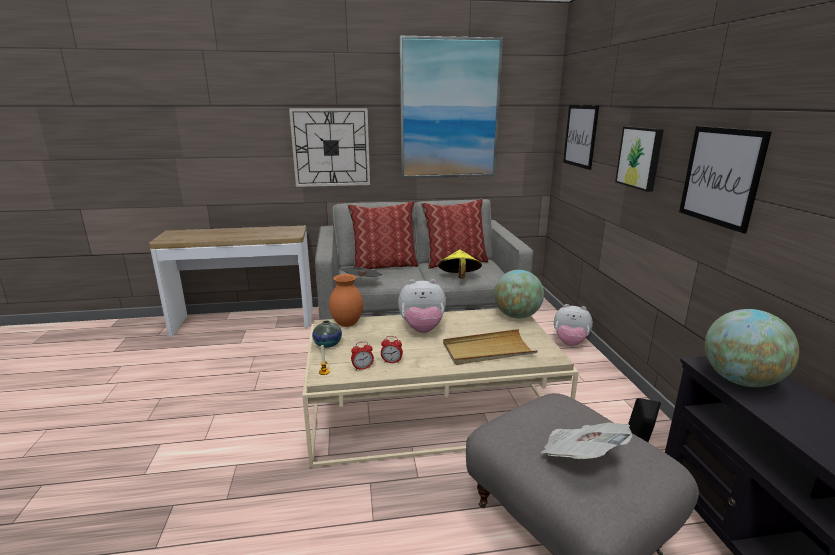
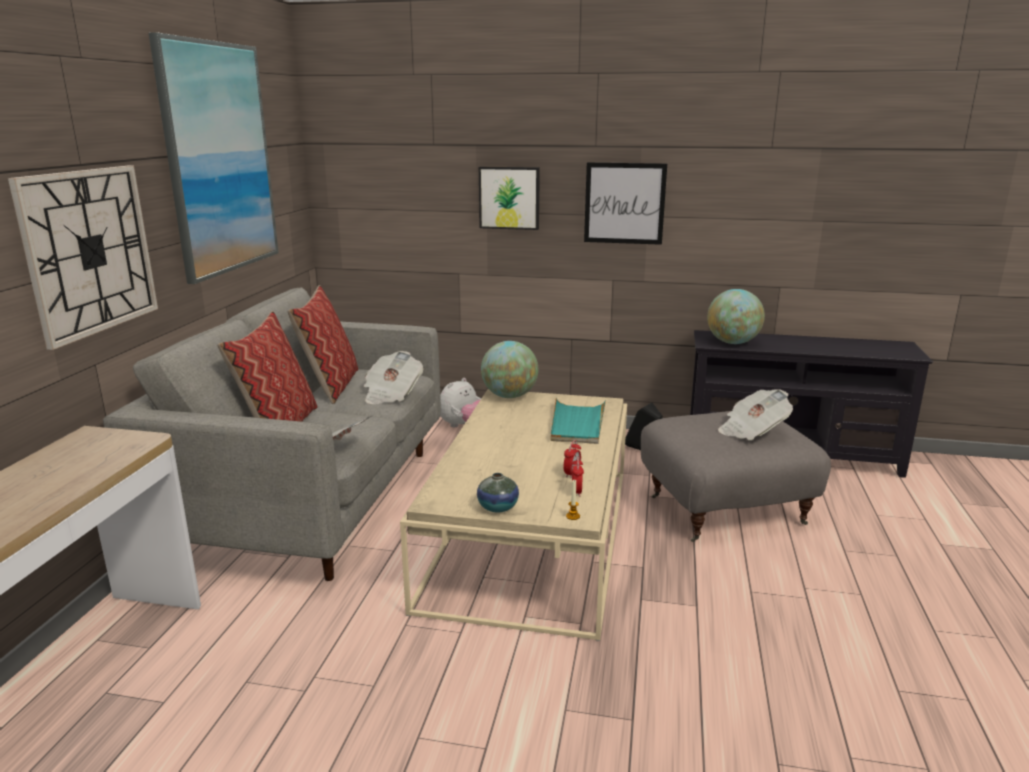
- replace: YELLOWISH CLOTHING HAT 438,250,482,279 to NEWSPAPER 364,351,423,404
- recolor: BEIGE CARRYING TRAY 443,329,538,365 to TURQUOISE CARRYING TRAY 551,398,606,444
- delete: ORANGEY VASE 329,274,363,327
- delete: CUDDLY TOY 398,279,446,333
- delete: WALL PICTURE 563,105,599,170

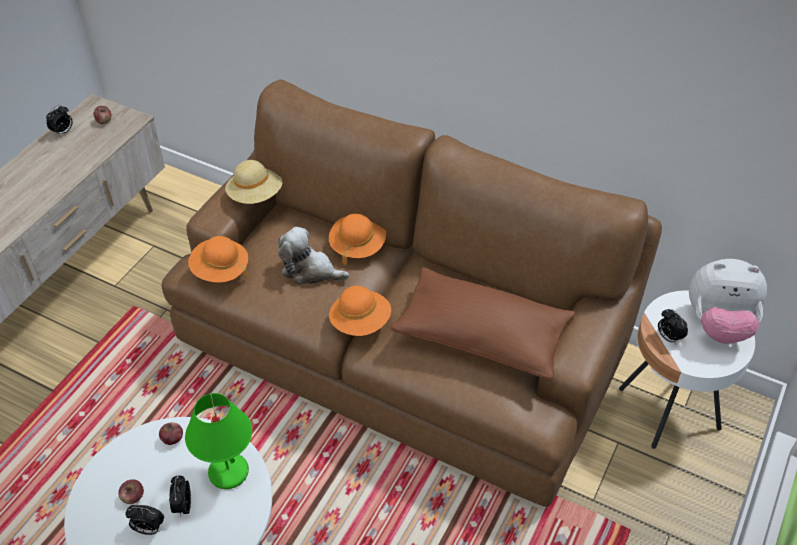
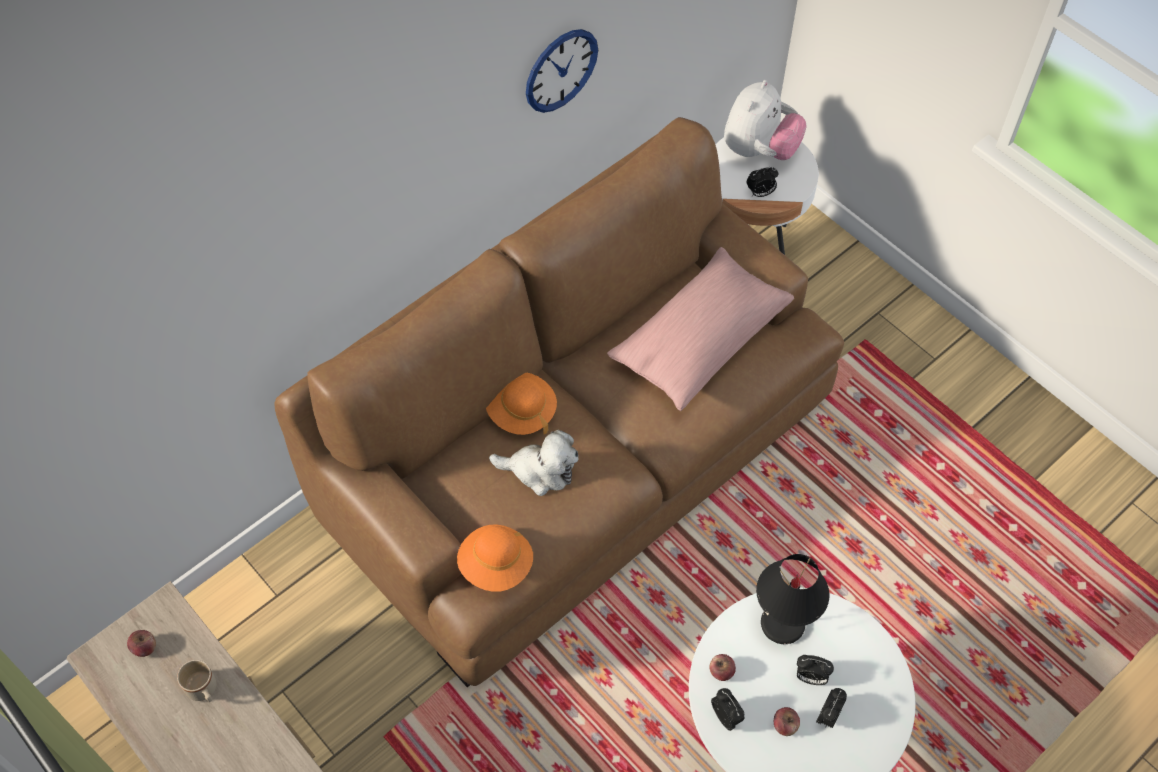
- insert: BEIGE COFFEE MUG 177,660,217,702
- rotate: CUDDLY TOY 278,227,349,285 = 489,430,578,496 120 degrees counterclockwise
- insert: WALL CLOCK 526,29,598,113
- recolor: BROWN THROW PILLOW 390,267,575,381 to PINK THROW PILLOW 607,247,794,411
- move: BEDSIDE CLOCK 46,105,73,137 to 711,688,745,731
- recolor: GREEN-COLOURED TABLE LAMP 185,393,252,489 to BLACKISH TABLE LAMP 756,554,829,644
- delete: BEIGE CLOTHING HAT 225,160,283,204
- delete: ORANGEY CLOTHING HAT 329,286,391,336

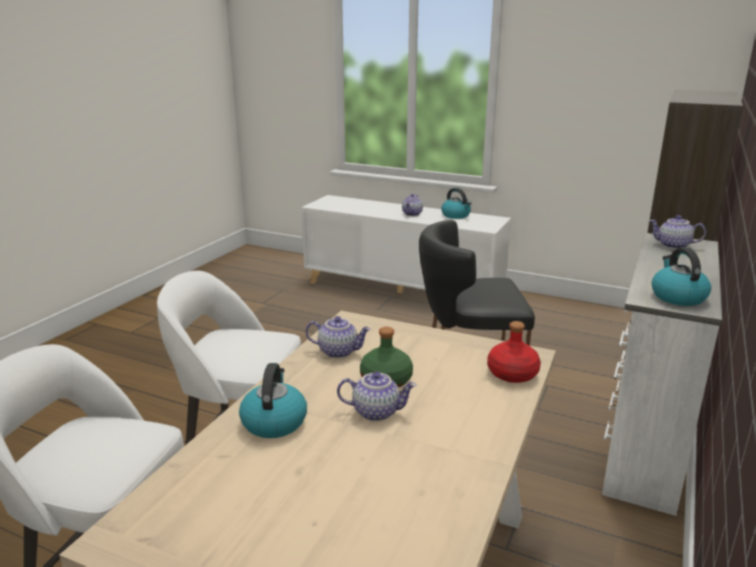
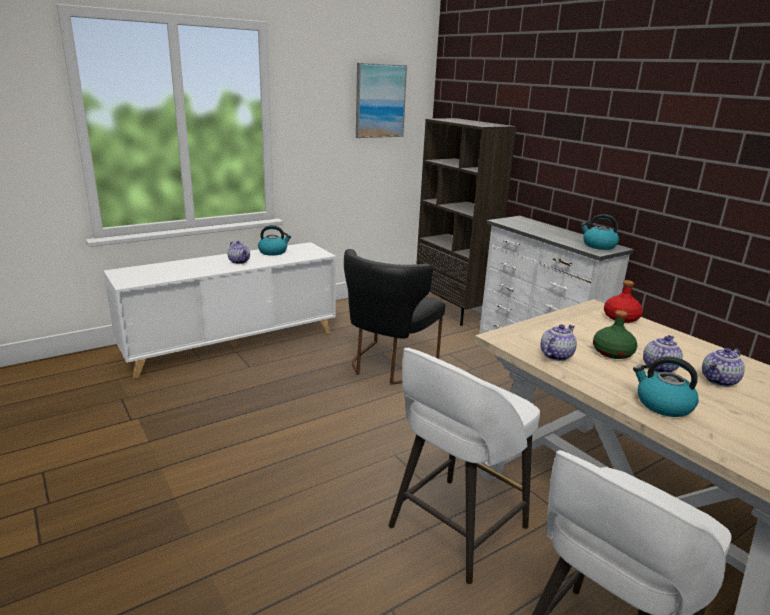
- insert: WALL PICTURE 356,63,407,138
- move: POT FOR TEA 649,215,706,249 to 702,348,745,387

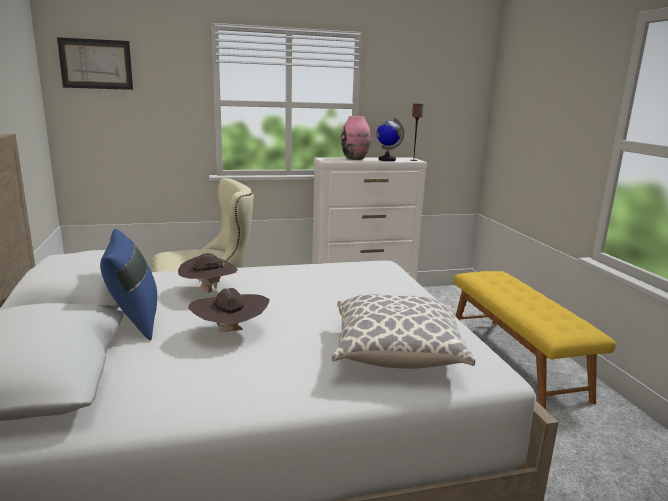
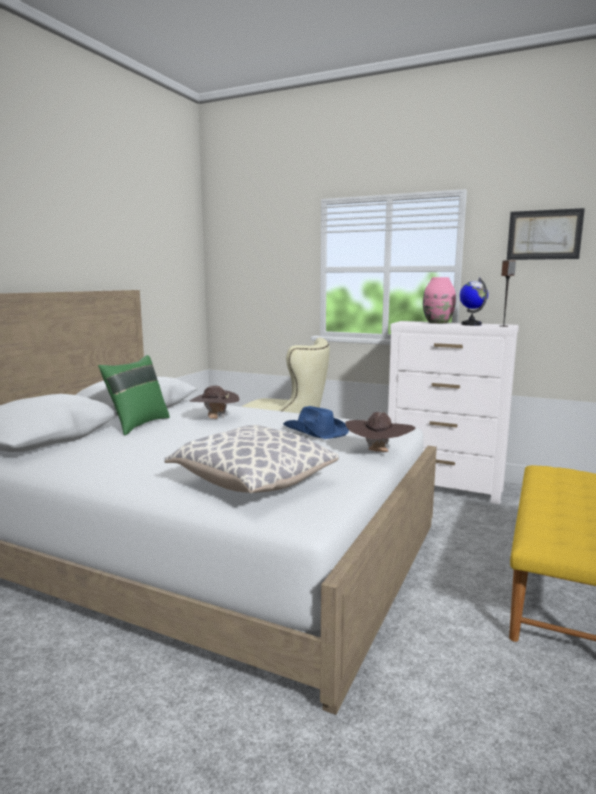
- recolor: BLUE THROW PILLOW 100,229,157,340 to GREEN-COLOURED THROW PILLOW 98,355,170,435
- insert: BLUE CLOTHING HAT 283,406,349,439
- move: BROWN CLOTHING HAT 188,288,269,333 to 345,412,416,452
- move: WALL PICTURE 57,37,133,90 to 507,208,585,260

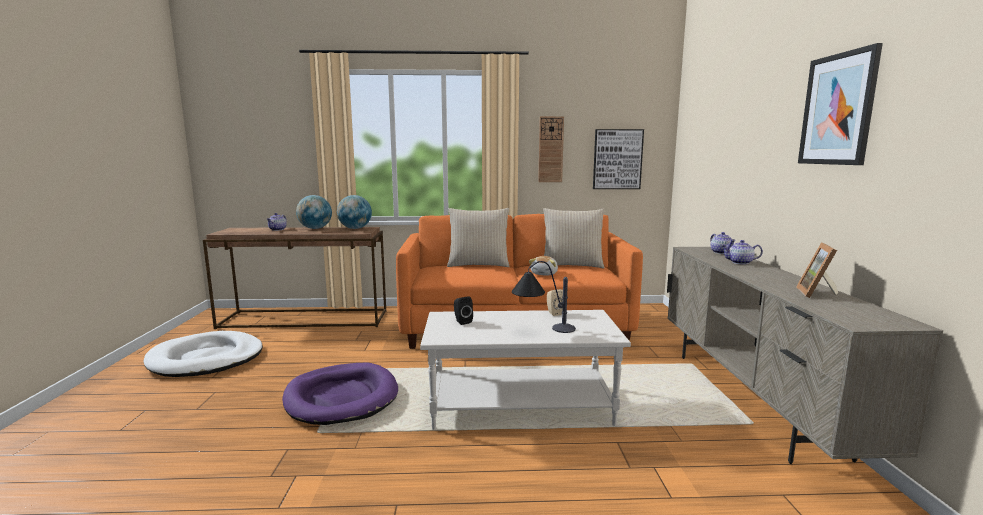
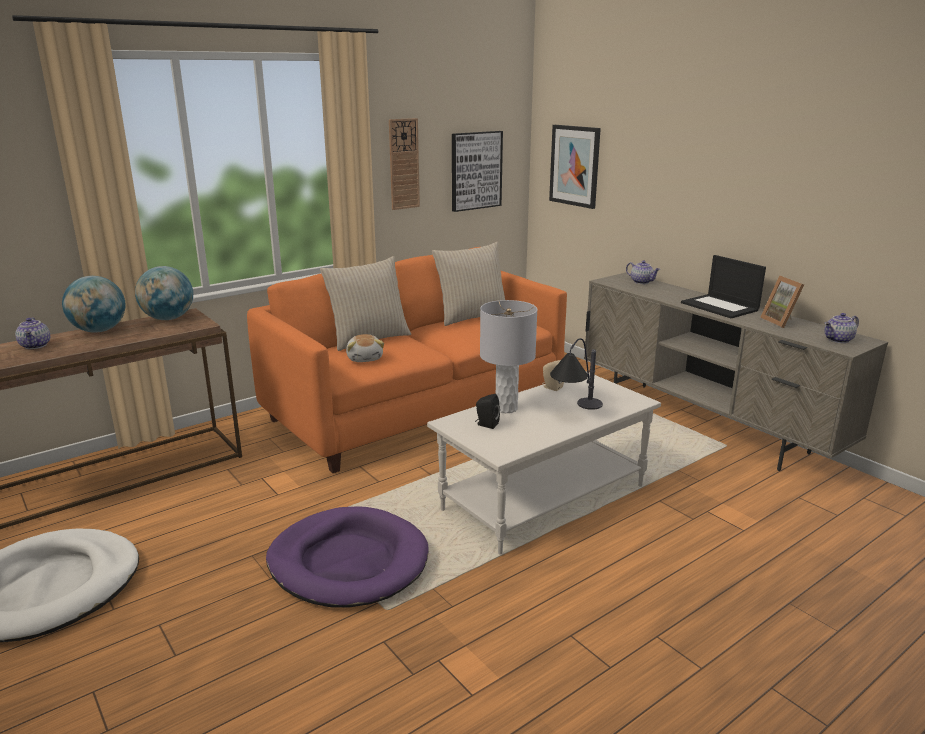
- move: CUDDLY TOY 529,256,558,276 to 346,334,384,362
- insert: GREYISH TABLE LAMP 480,300,538,413
- move: WALL PICTURE 798,43,883,165 to 549,125,601,209
- insert: LAPTOP 681,255,766,318
- move: POT FOR TEA 721,240,763,264 to 824,313,859,343

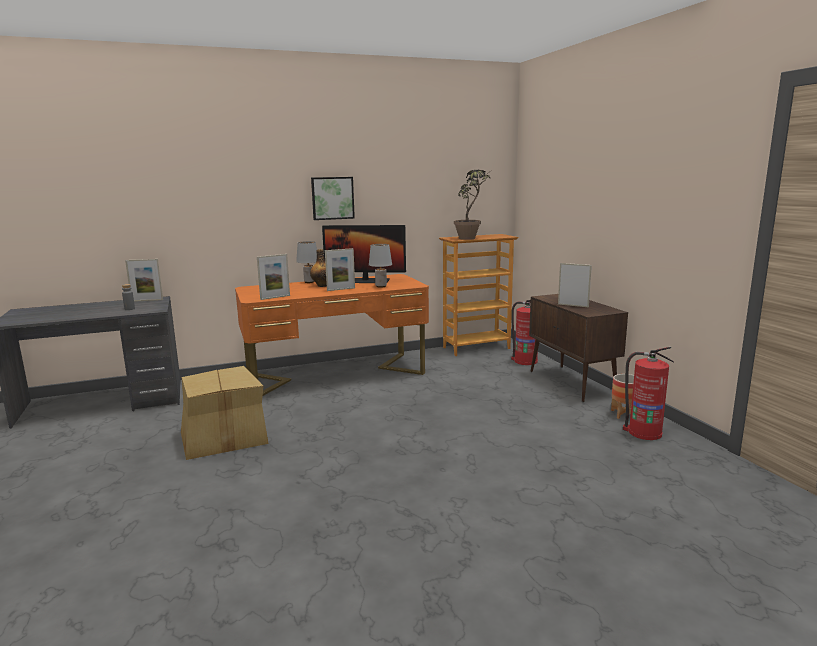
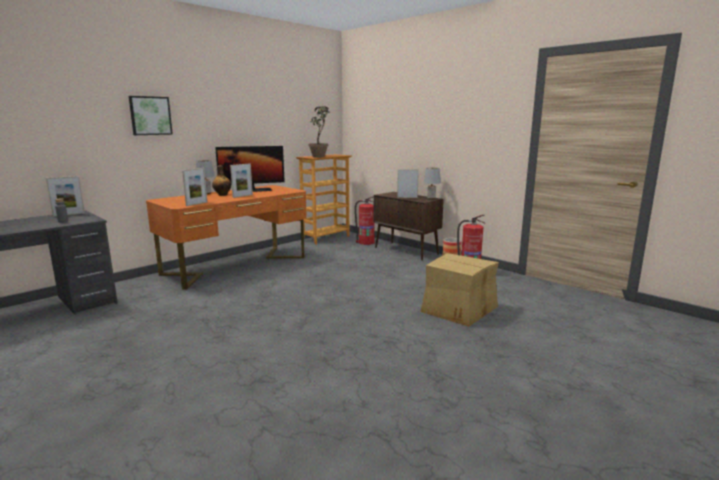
- move: WALL PICTURE 311,177,355,220 to 129,96,173,135
- move: PACKING BOX 181,366,269,460 to 420,253,499,327
- move: GREYISH TABLE LAMP 369,244,392,288 to 424,168,441,199

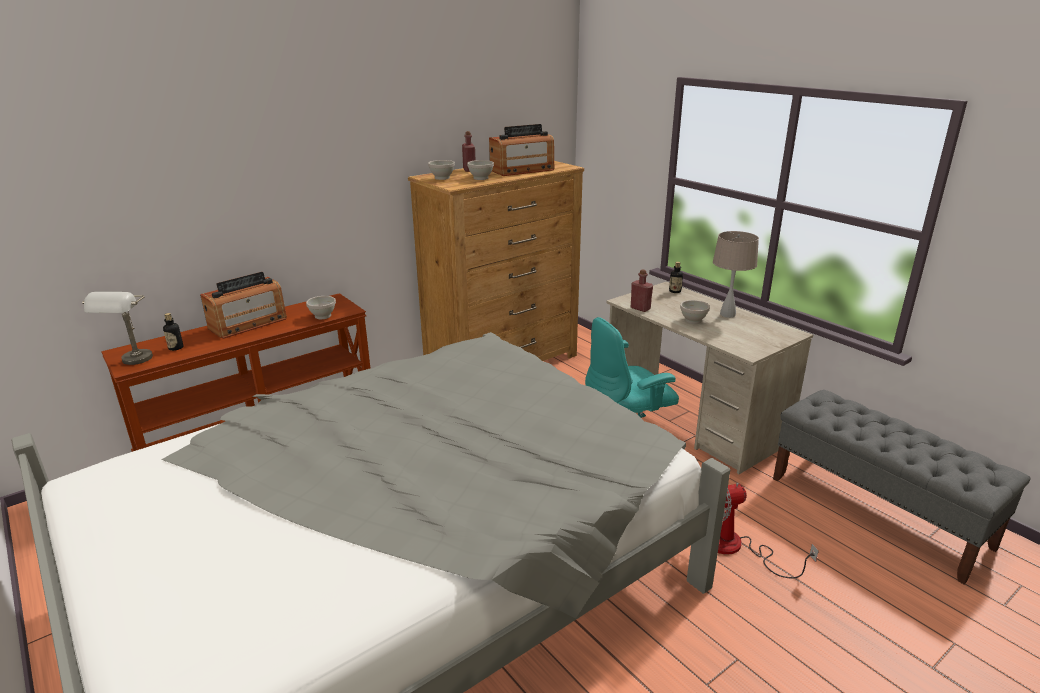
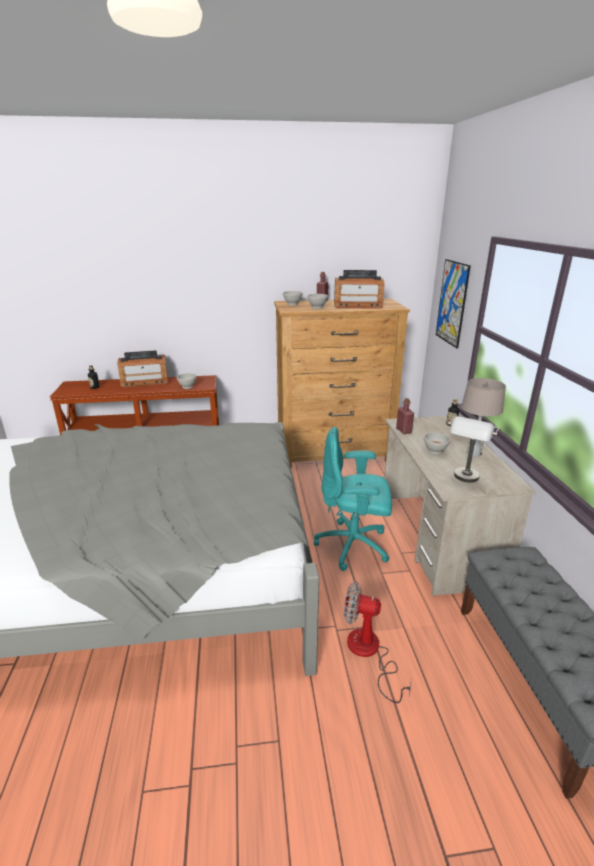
- insert: WALL PICTURE 436,259,471,349
- move: GREYISH TABLE LAMP 82,292,153,365 to 448,416,499,483

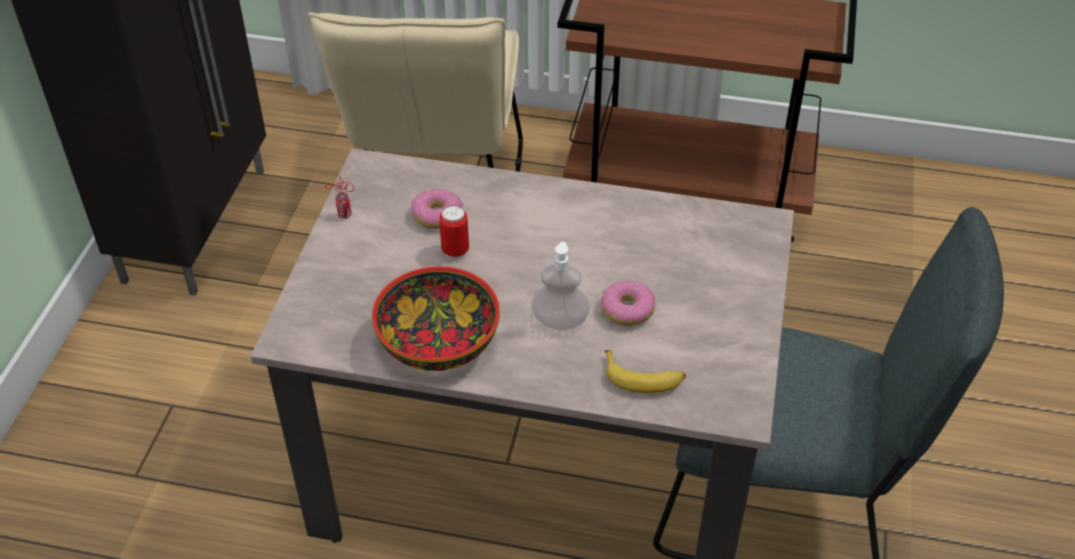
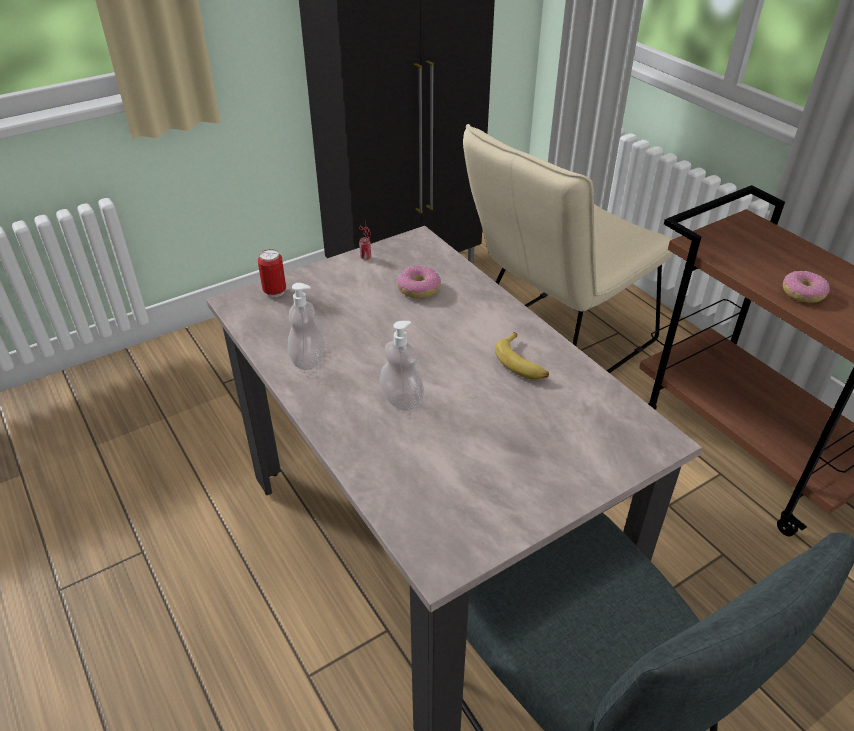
- move: METAL CAN 439,205,469,259 to 258,249,286,298
- replace: DEEP DISH 372,266,500,371 to SOAP DISPENSER 288,283,324,370
- move: WHOLE BANANA 605,350,686,393 to 495,332,549,380
- move: DONUT 601,280,655,326 to 783,271,829,303

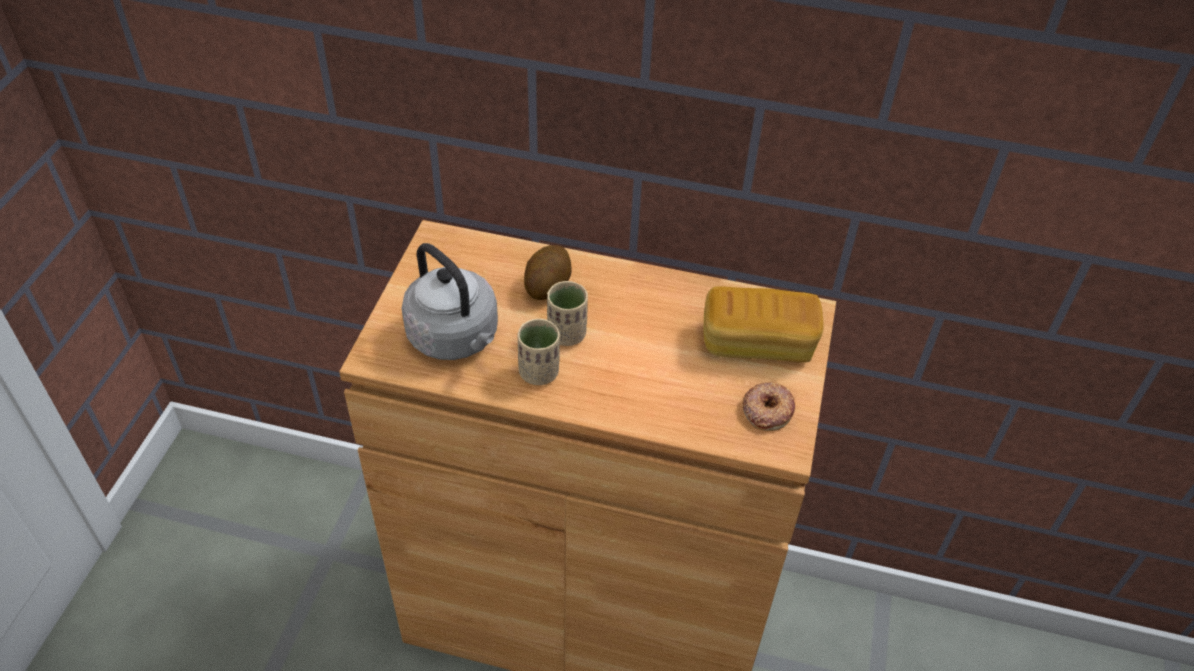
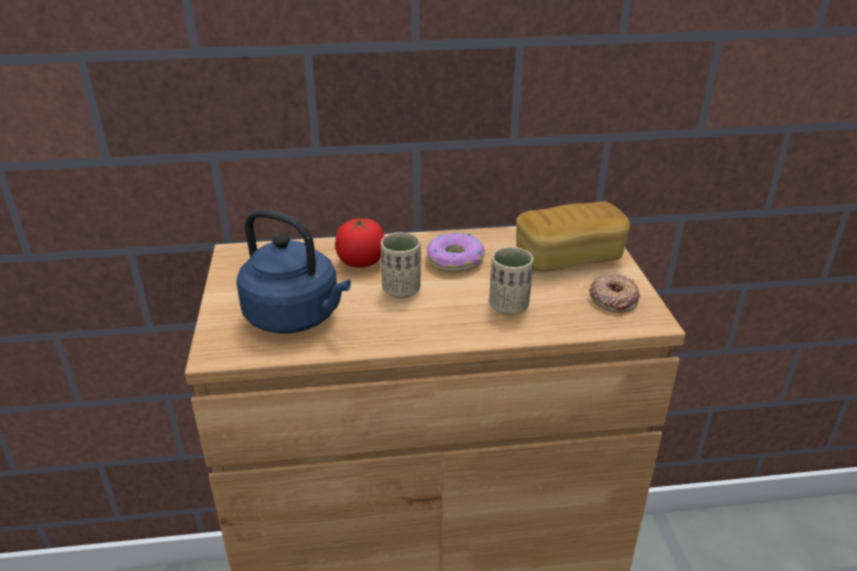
- recolor: GREYISH TEA KETTLE 401,243,498,360 to BLUE TEA KETTLE 236,209,351,334
- replace: WHOLE POTATO 524,245,572,300 to FRESH TOMATO 335,218,384,268
- insert: DONUT 427,232,485,272
- move: BEIGE CUP 518,319,560,385 to 489,247,534,315

